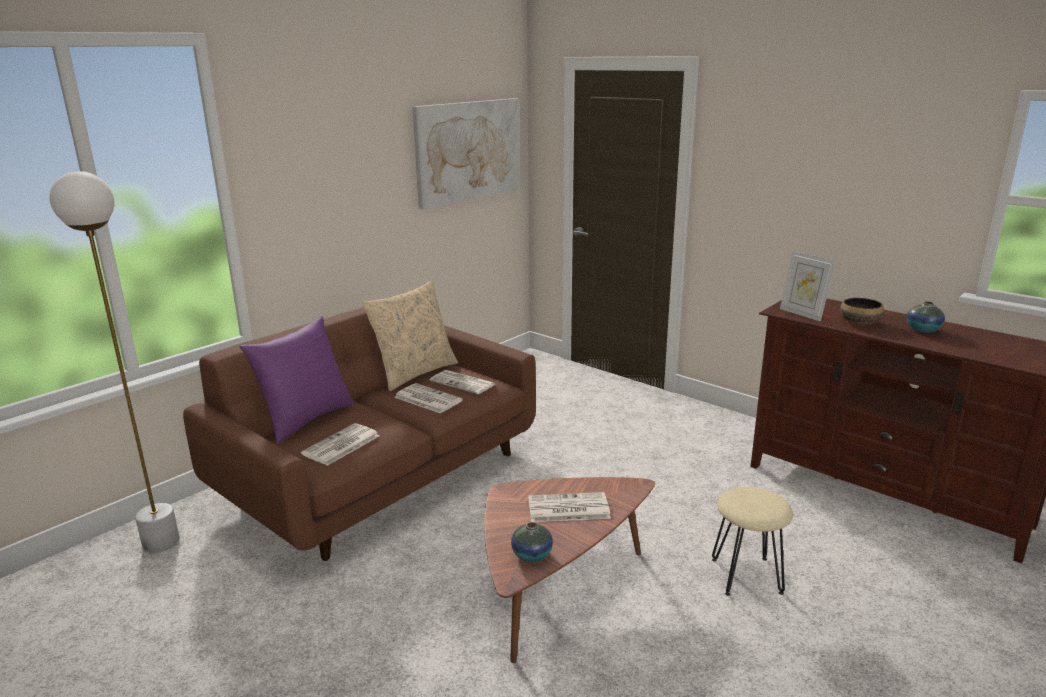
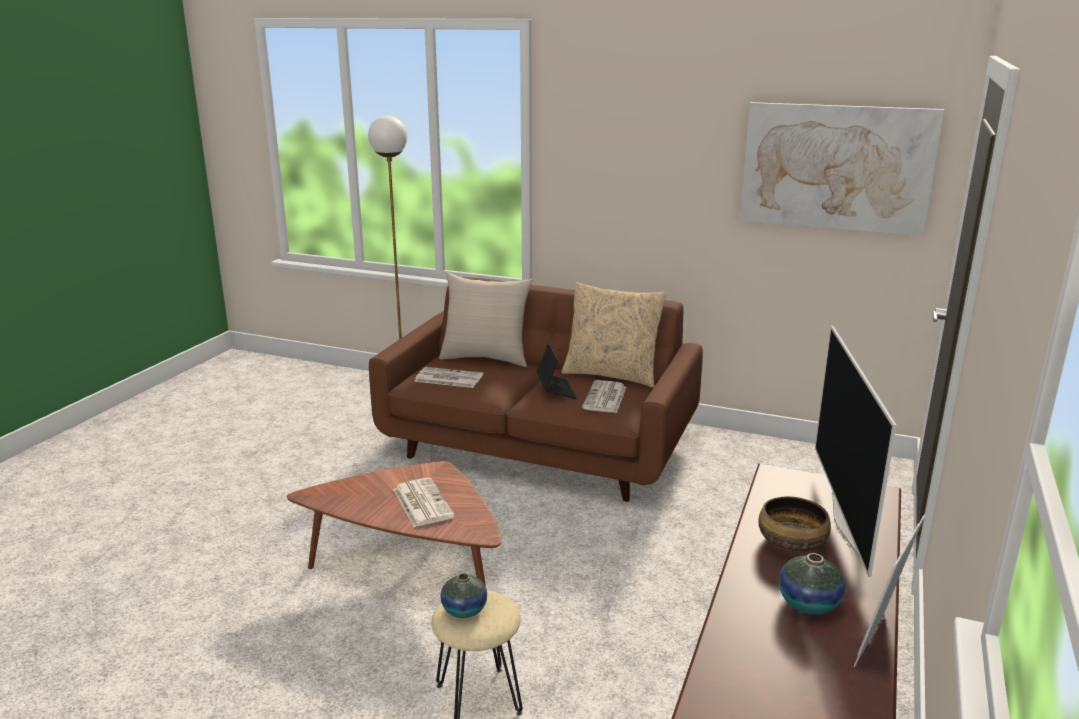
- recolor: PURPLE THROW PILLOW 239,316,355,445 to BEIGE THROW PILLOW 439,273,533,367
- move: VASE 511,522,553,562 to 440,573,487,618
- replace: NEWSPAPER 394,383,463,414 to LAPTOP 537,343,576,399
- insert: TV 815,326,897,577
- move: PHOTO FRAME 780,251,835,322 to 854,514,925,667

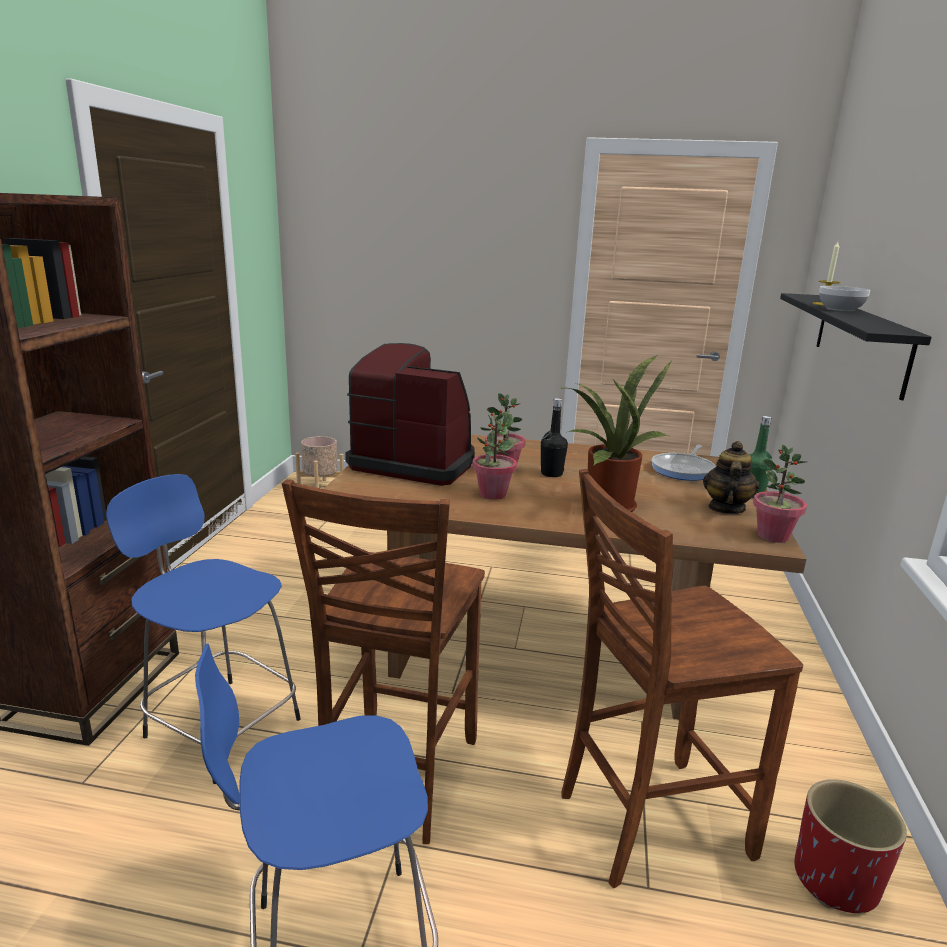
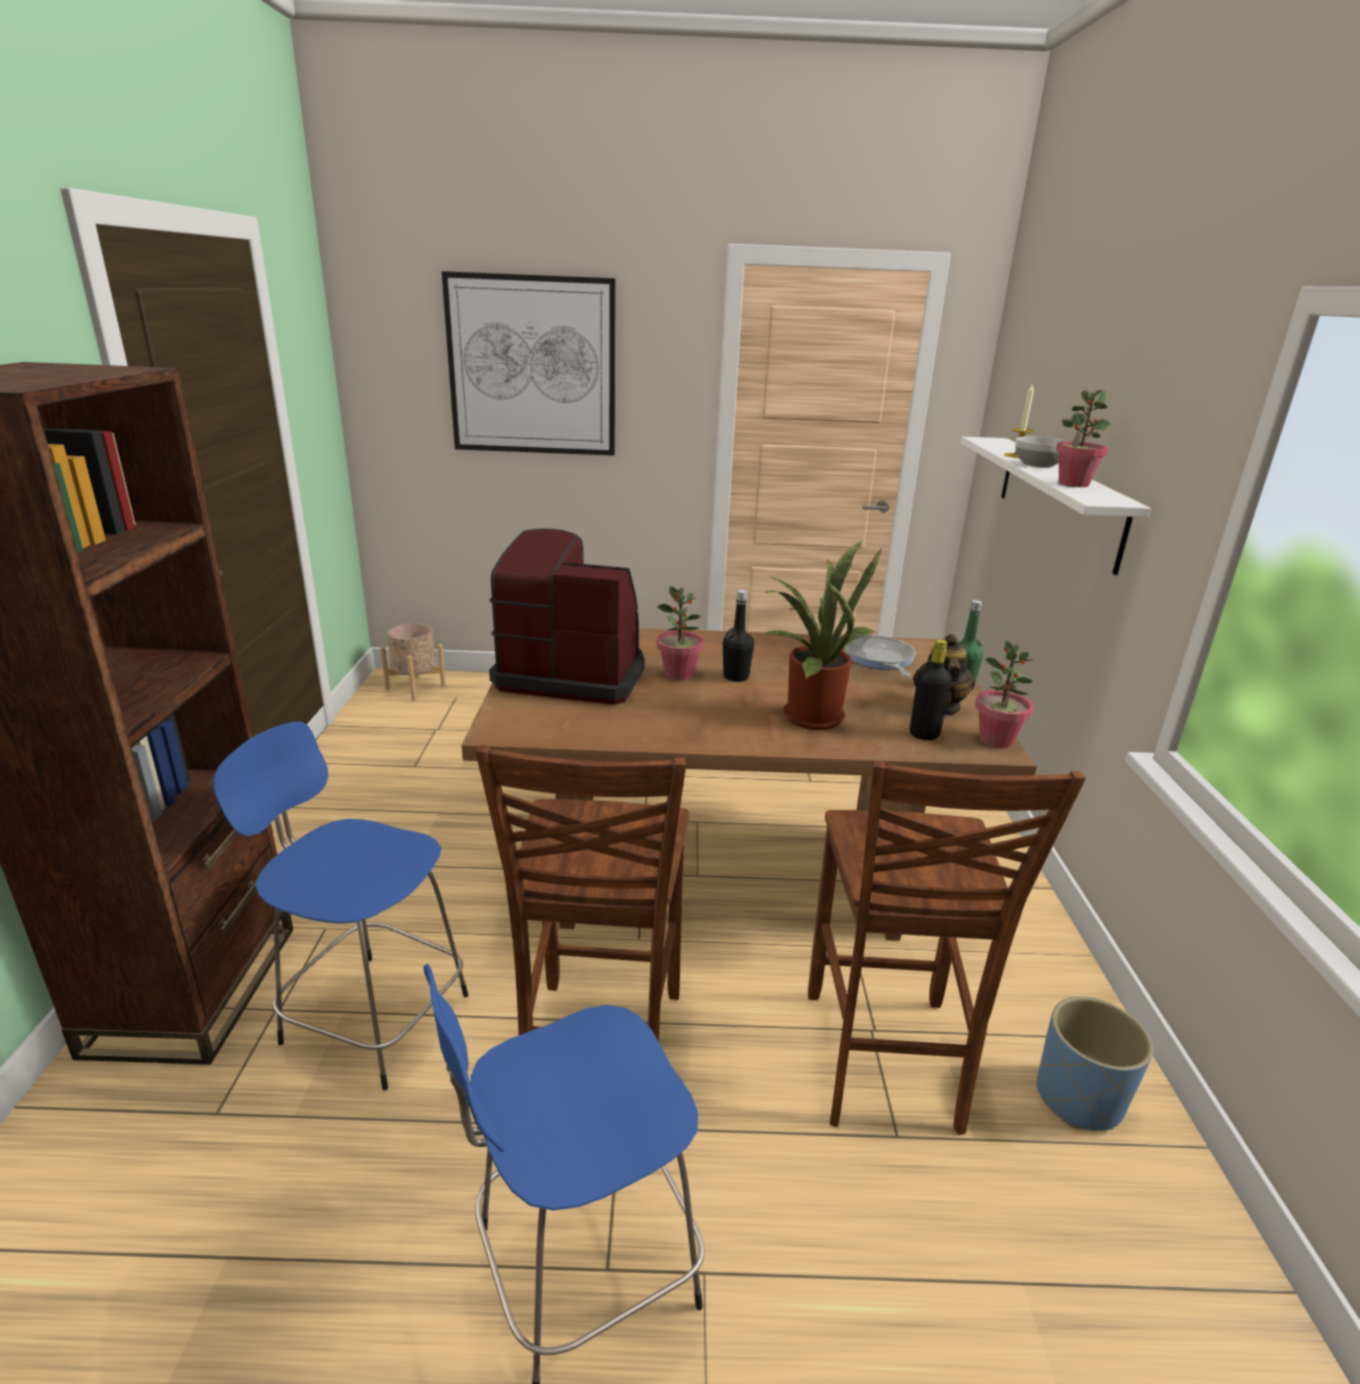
- insert: WALL PICTURE 442,271,615,456
- rotate: BROWN CHAIR 561,469,803,888 = 808,760,1086,1135 60 degrees counterclockwise
- rotate: FRYING PAN 652,445,716,481 = 844,635,916,676 150 degrees clockwise
- insert: BLACKISH BEVERAGE BOTTLE 910,639,952,740
- recolor: BLACKISH BRACKET SHELF 780,293,932,400 to WHITISH BRACKET SHELF 961,437,1151,575
- recolor: RED-COLOURED PLANTER 794,779,907,913 to BLUE PLANTER 1037,996,1153,1131
- move: HOUSEPLANT 472,412,517,499 to 1056,390,1112,487

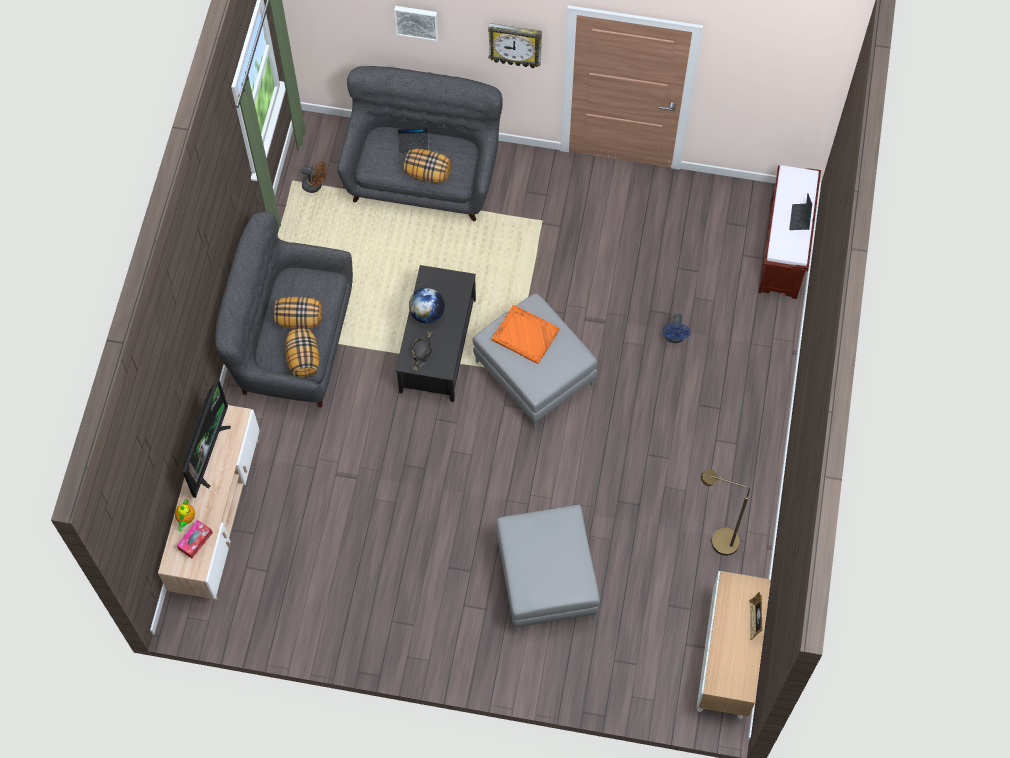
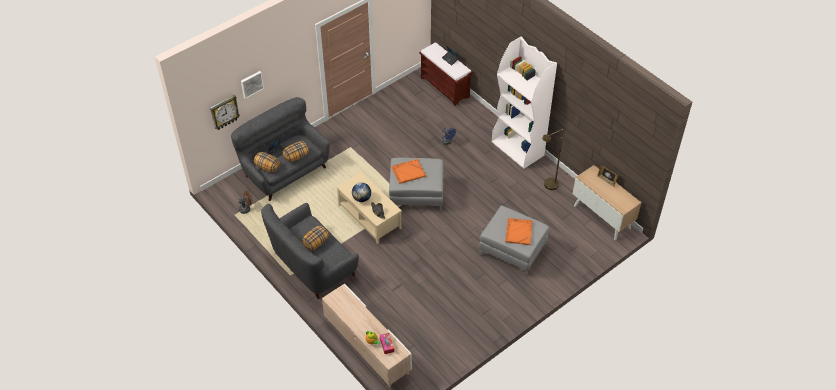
- move: WALL CLOCK 488,23,542,68 to 210,95,240,130
- move: THROW PILLOW 285,328,319,378 to 254,152,280,172
- recolor: BLACKISH LOW TABLE 396,265,476,402 to BEIGE LOW TABLE 336,172,402,244
- insert: WHITISH SHELVING UNIT 492,36,557,169
- insert: ORANGEY CARRYING TRAY 505,218,533,245
- delete: TV 183,379,231,498

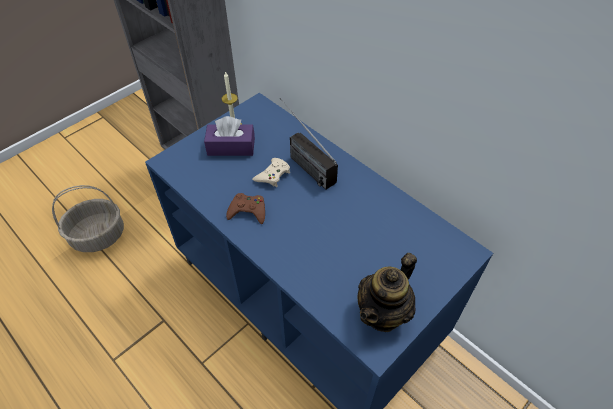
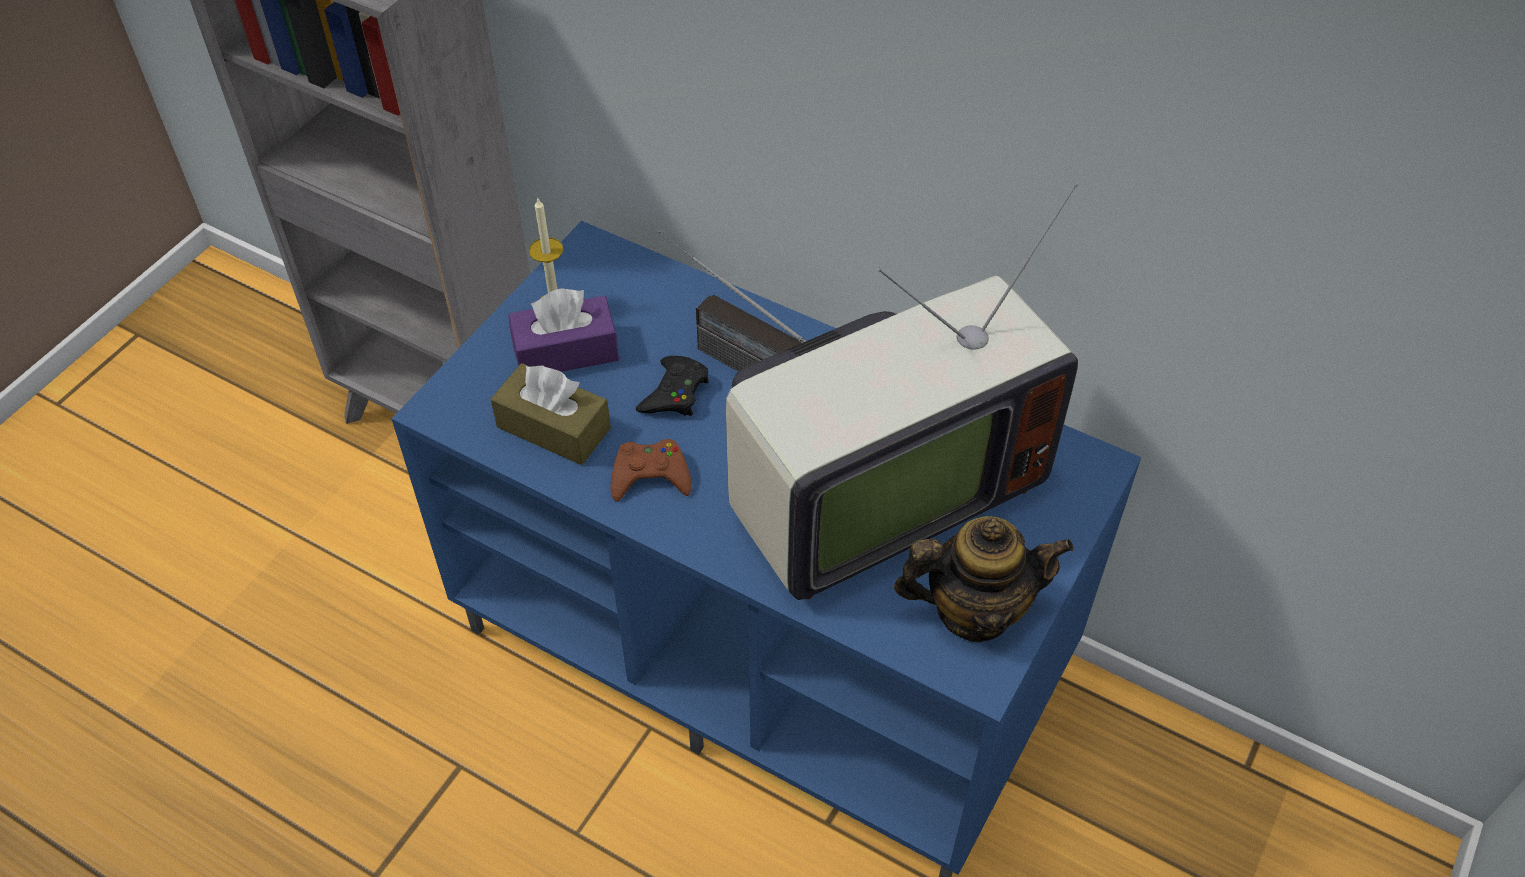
- insert: BROWN BOX OF TISSUES 491,363,611,465
- recolor: BEIGE GAME CONTROLLER 252,158,290,187 to BLACKISH GAME CONTROLLER 636,356,709,416
- insert: TV 726,183,1078,600
- rotate: POT FOR TEA 358,253,417,332 = 894,516,1074,642 120 degrees counterclockwise
- delete: STORAGE BASKET 52,185,124,252

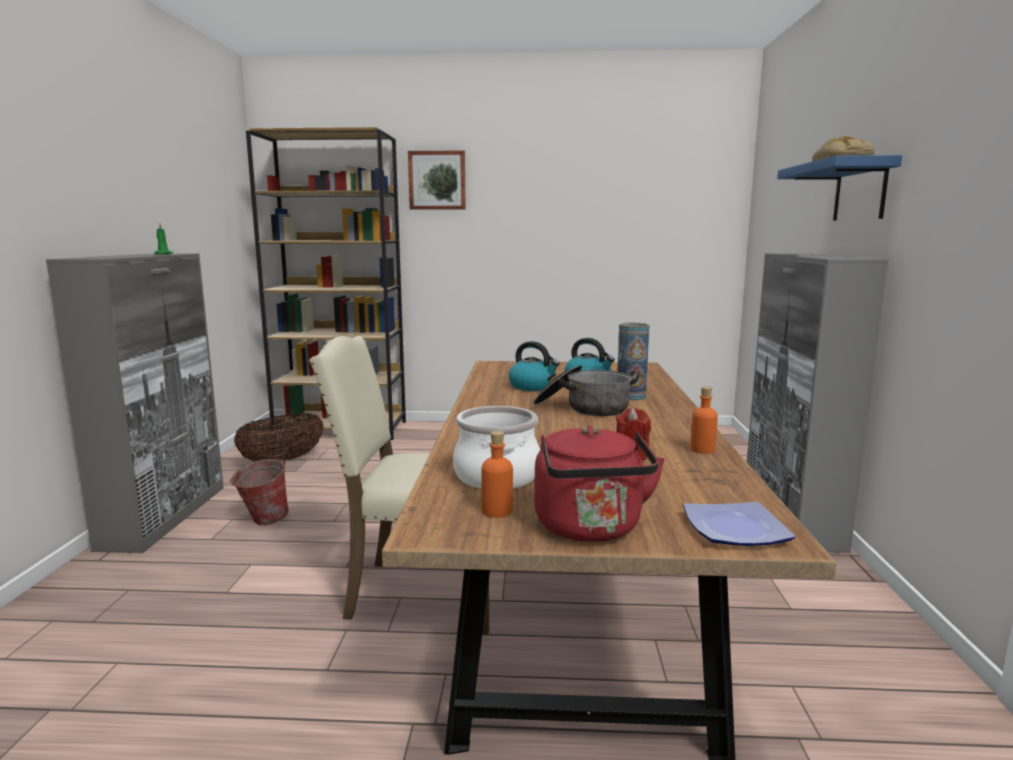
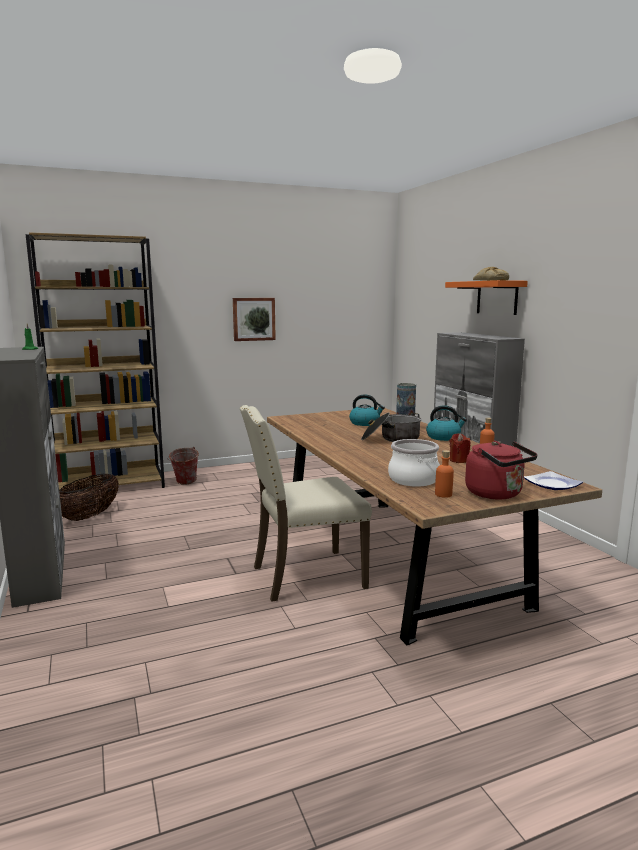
- move: BUCKET 229,459,289,525 to 169,447,199,485
- move: WALL PICTURE 408,151,465,210 to 233,298,276,341
- move: TEA KETTLE 509,341,560,391 to 426,405,467,441
- recolor: BLUE BRACKET SHELF 777,155,902,221 to ORANGEY BRACKET SHELF 445,280,528,315

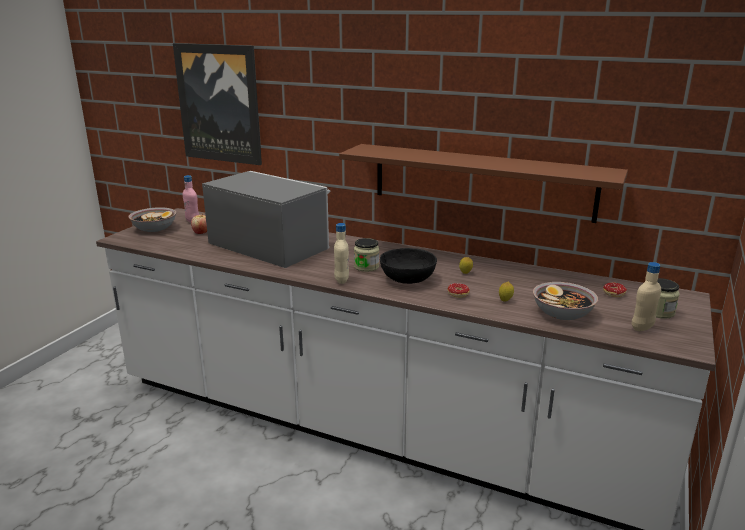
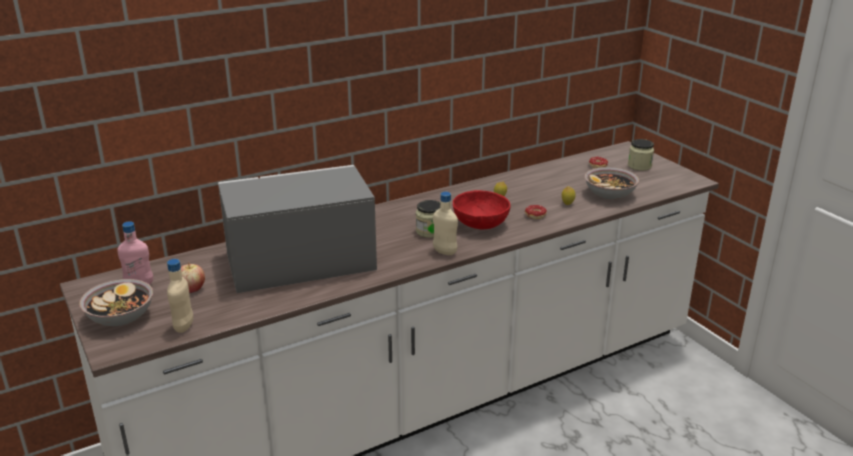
- move: BEIGE BEVERAGE BOTTLE 632,262,661,331 to 167,259,193,333
- recolor: BLACKISH DEEP DISH 380,248,437,284 to RED-COLOURED DEEP DISH 453,190,510,229
- delete: WALL PICTURE 173,43,262,165
- delete: BROWN BRACKET SHELF 339,144,628,223

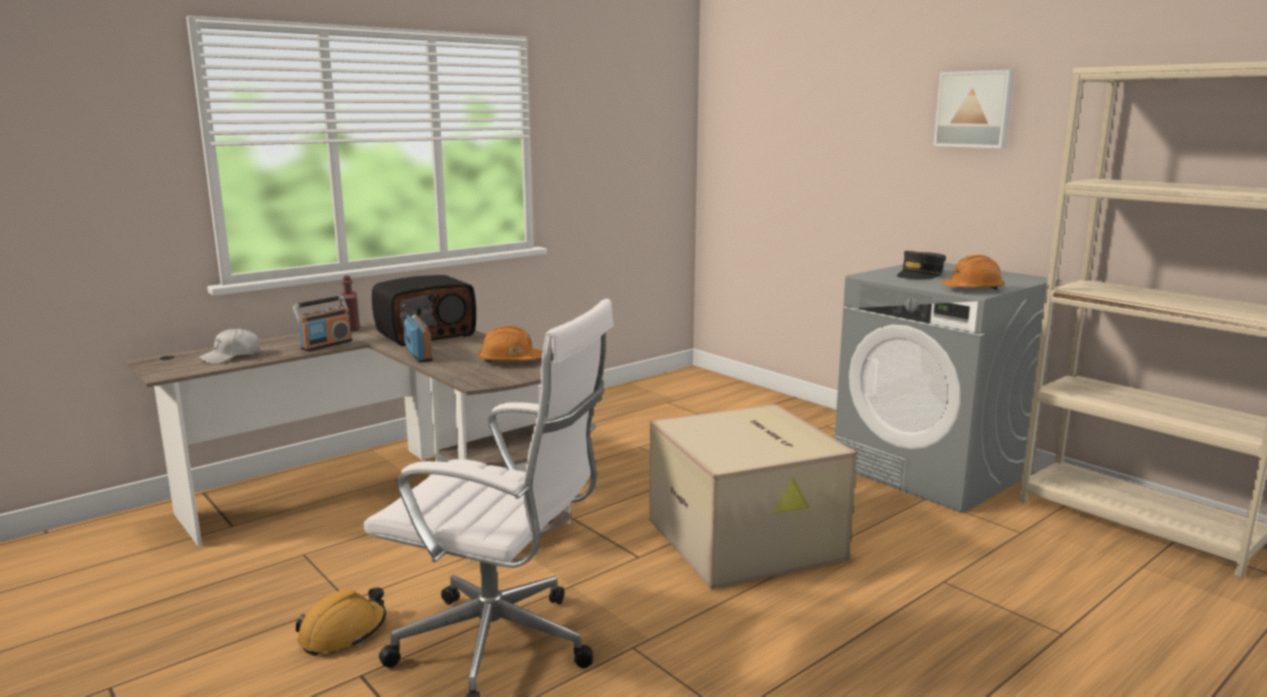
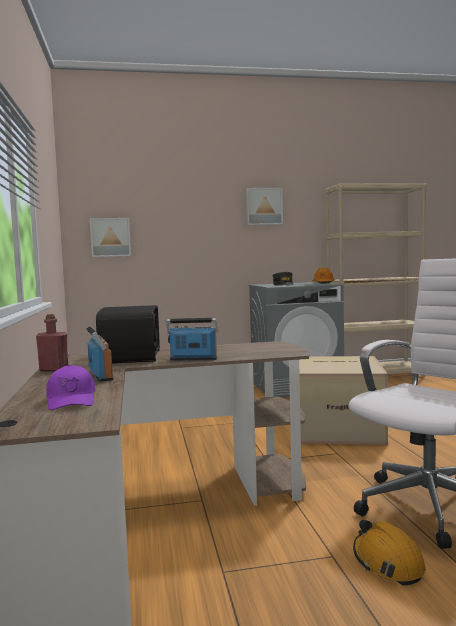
- recolor: WHITISH BASEBALL CAP 198,328,260,364 to PURPLE BASEBALL CAP 46,364,95,410
- insert: WALL PICTURE 90,218,131,257
- delete: ORANGEY HARD HAT 478,325,543,363

